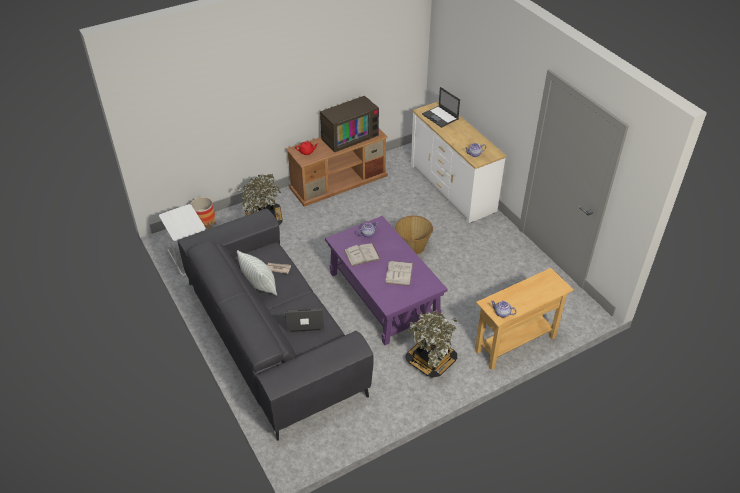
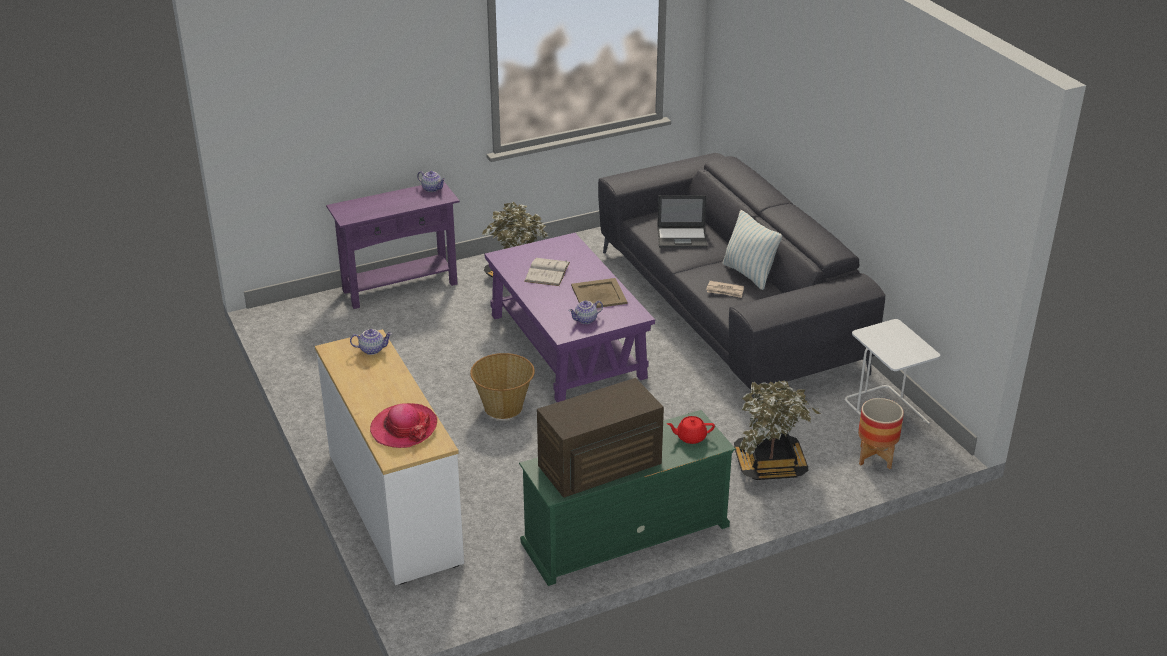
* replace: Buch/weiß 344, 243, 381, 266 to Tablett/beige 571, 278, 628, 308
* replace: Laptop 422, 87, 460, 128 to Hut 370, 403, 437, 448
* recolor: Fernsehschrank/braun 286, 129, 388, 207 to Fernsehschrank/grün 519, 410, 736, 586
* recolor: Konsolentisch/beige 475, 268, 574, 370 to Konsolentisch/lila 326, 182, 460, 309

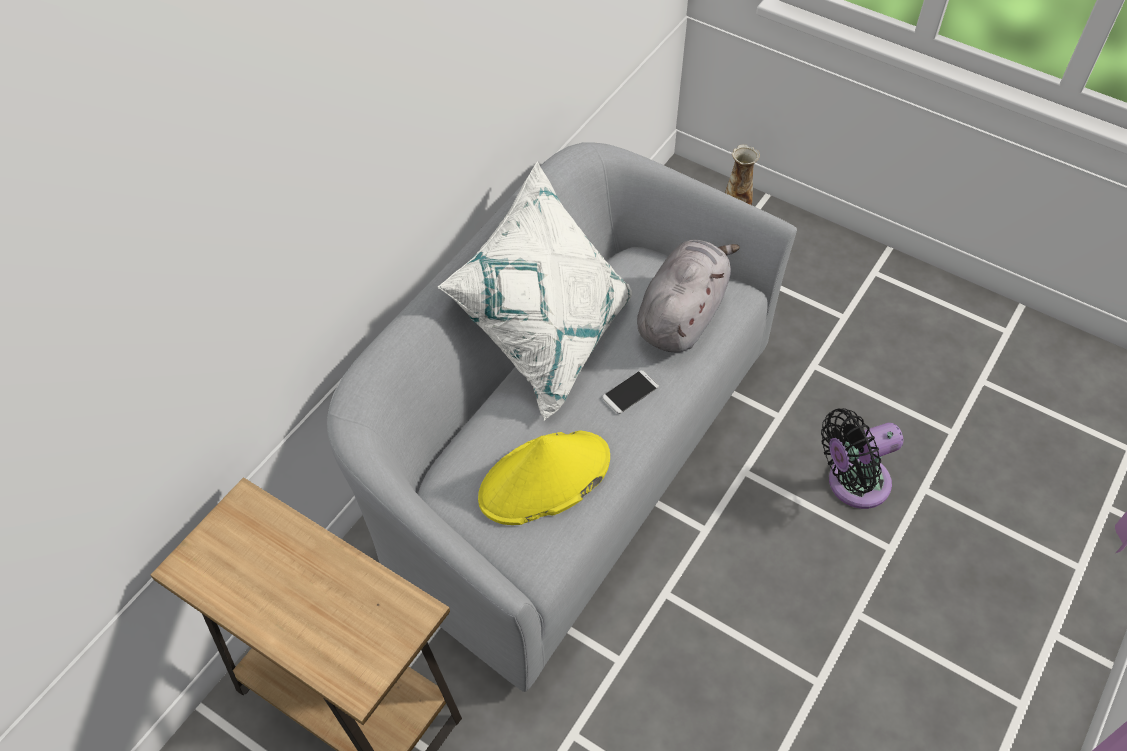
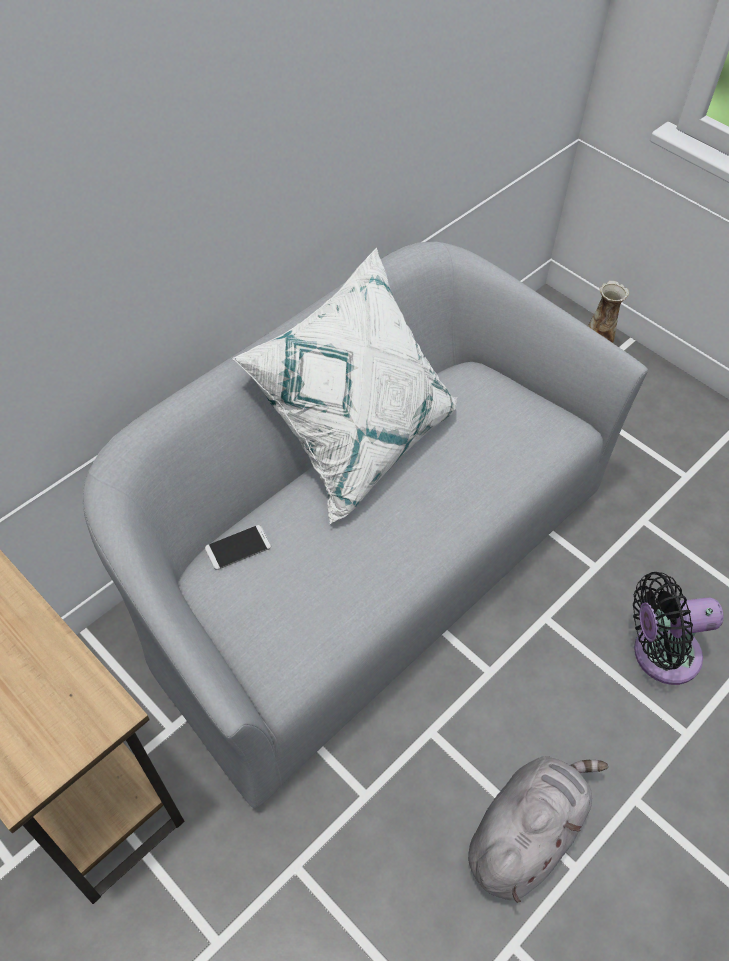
* delete: Hut/gelb 478, 431, 610, 525
* move: Handy 602, 370, 659, 414 to 205, 525, 271, 570
* move: Plüschtier/grau 637, 240, 740, 352 to 468, 756, 608, 903

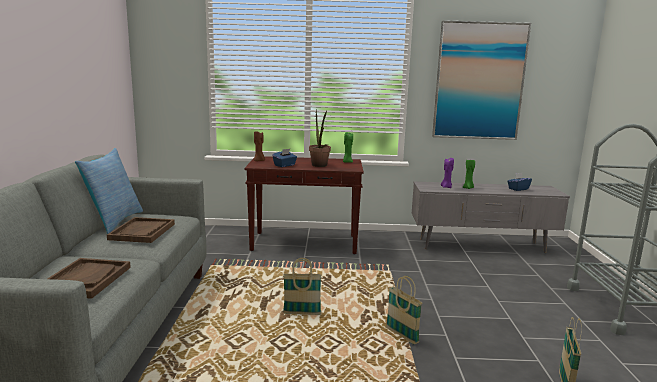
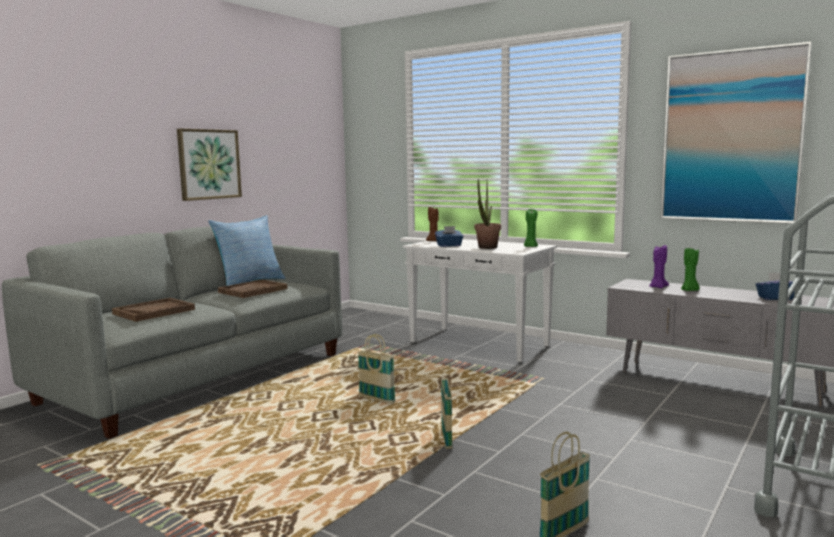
* insert: Bild 177, 129, 242, 201
* recolor: Konsolentisch/braun 245, 156, 364, 255 to Konsolentisch/weiß 403, 239, 557, 363

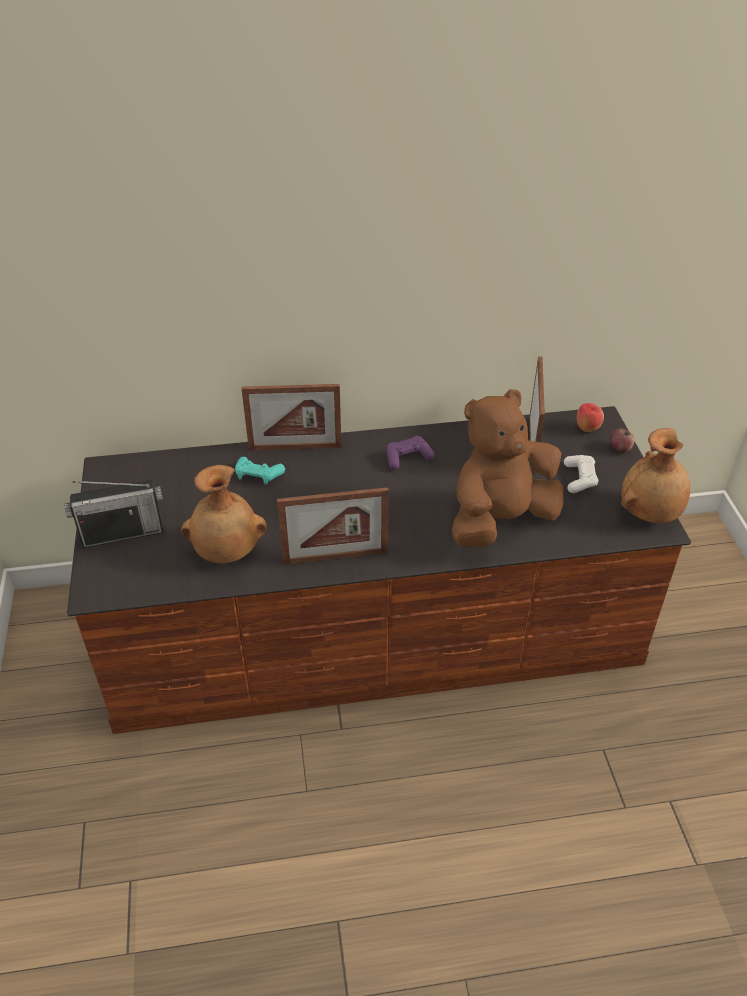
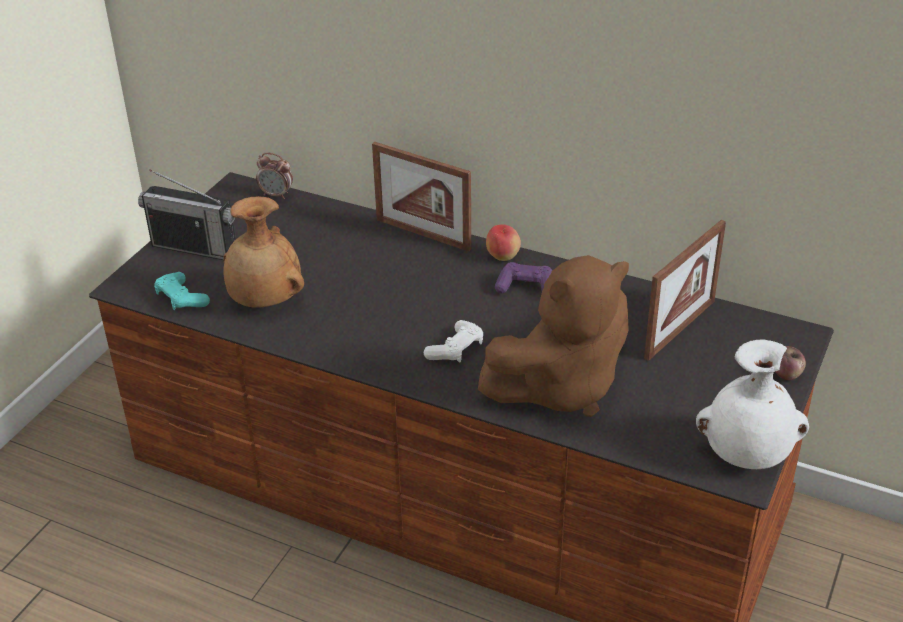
* delete: Bilderrahmen 277, 487, 389, 565
* insert: Wecker 256, 153, 293, 199
* move: Gamepad/türkis 235, 457, 285, 485 to 154, 272, 210, 310
* move: Gamepad/weiß 564, 455, 599, 493 to 424, 320, 483, 363
* move: Apfel 577, 403, 604, 432 to 486, 224, 521, 261
* recolor: Vase/braun 621, 428, 690, 523 to Vase/weiß 696, 339, 809, 469
* rotate: Plüschtier/braun 452, 389, 563, 547 = 478, 255, 629, 417 150 degrees clockwise

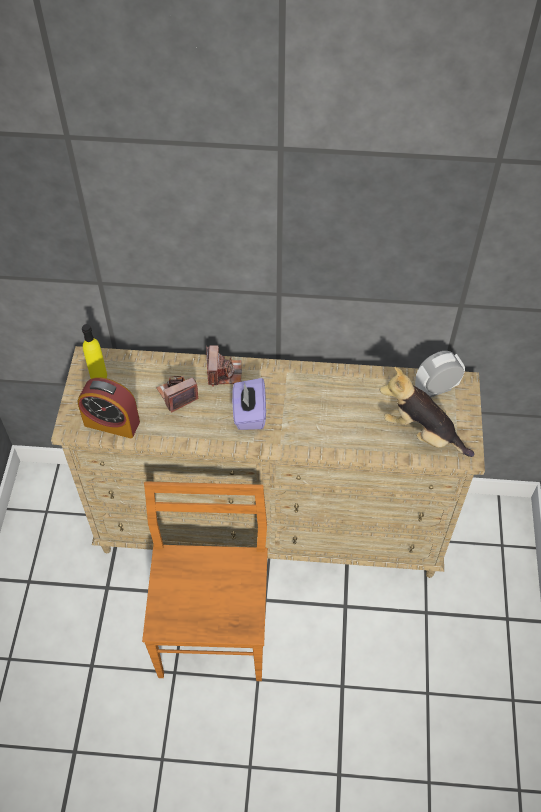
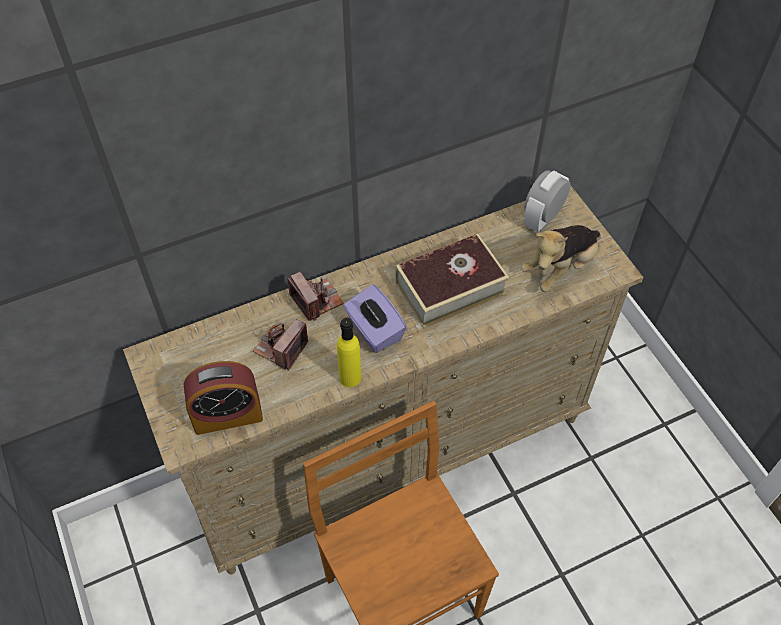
* insert: Buch 395, 234, 509, 329
* move: Flasche/gelb 82, 324, 107, 379 to 337, 318, 361, 387
* rotate: Plüschtier 380, 367, 474, 457 = 521, 225, 600, 292 45 degrees counterclockwise

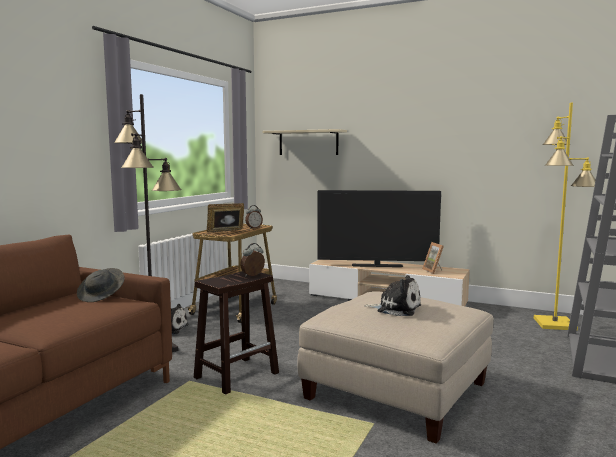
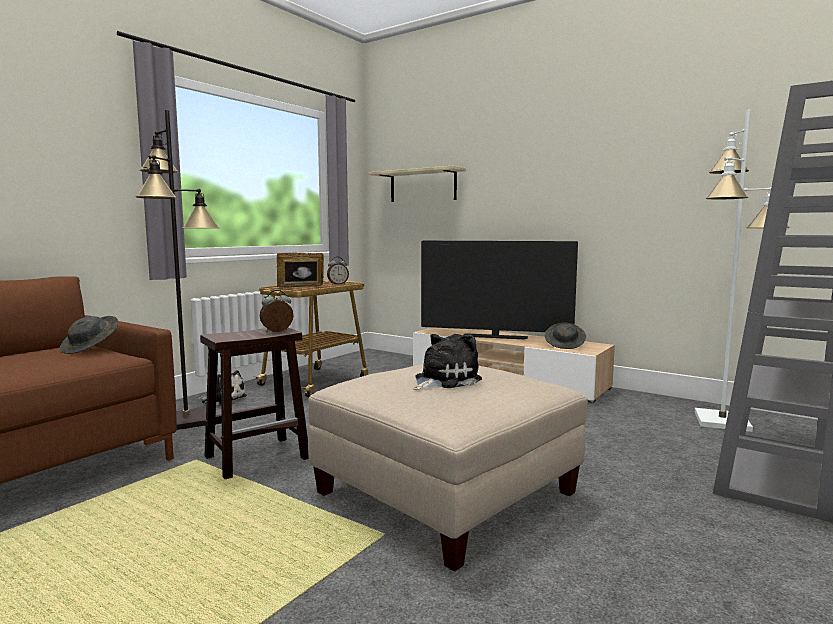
* replace: Bilderrahmen 422, 242, 444, 274 to Hut/grau 545, 323, 586, 349
* recolor: Stehlampe/gelb 534, 103, 595, 331 to Stehlampe/weiß 695, 109, 790, 432
* rotate: Plüschtier 364, 275, 421, 316 = 414, 334, 482, 390 75 degrees counterclockwise

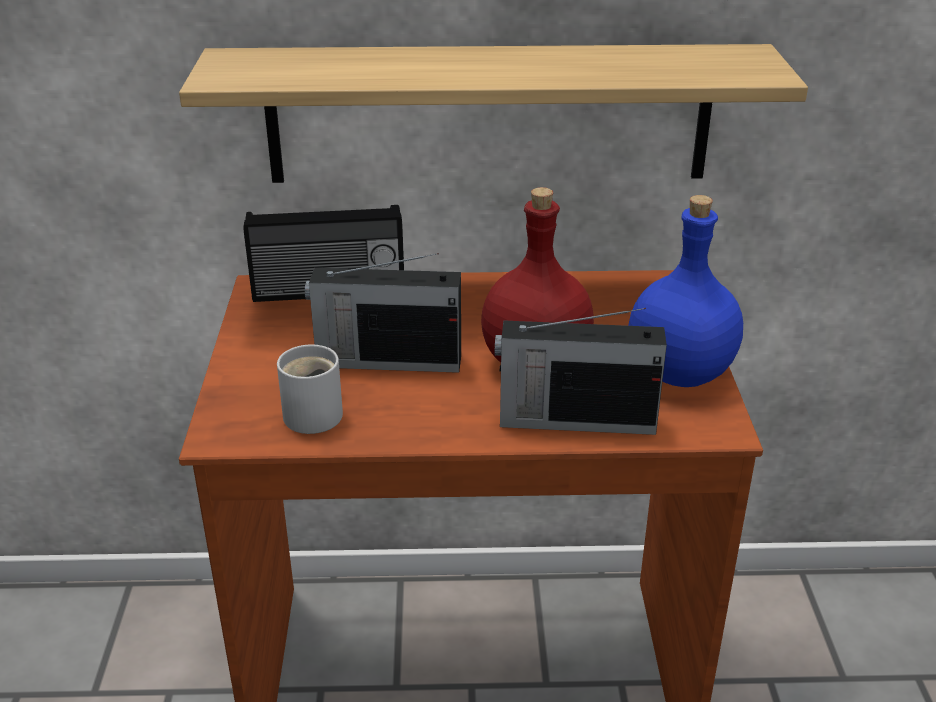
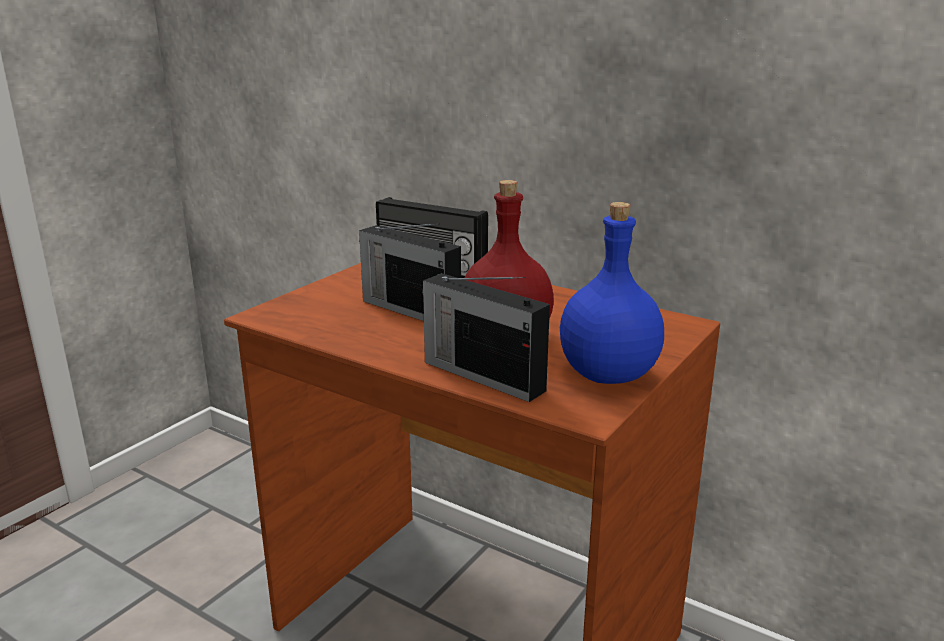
* delete: Wandregal 179, 44, 808, 183
* delete: Henkelbecher/weiß 277, 345, 343, 434

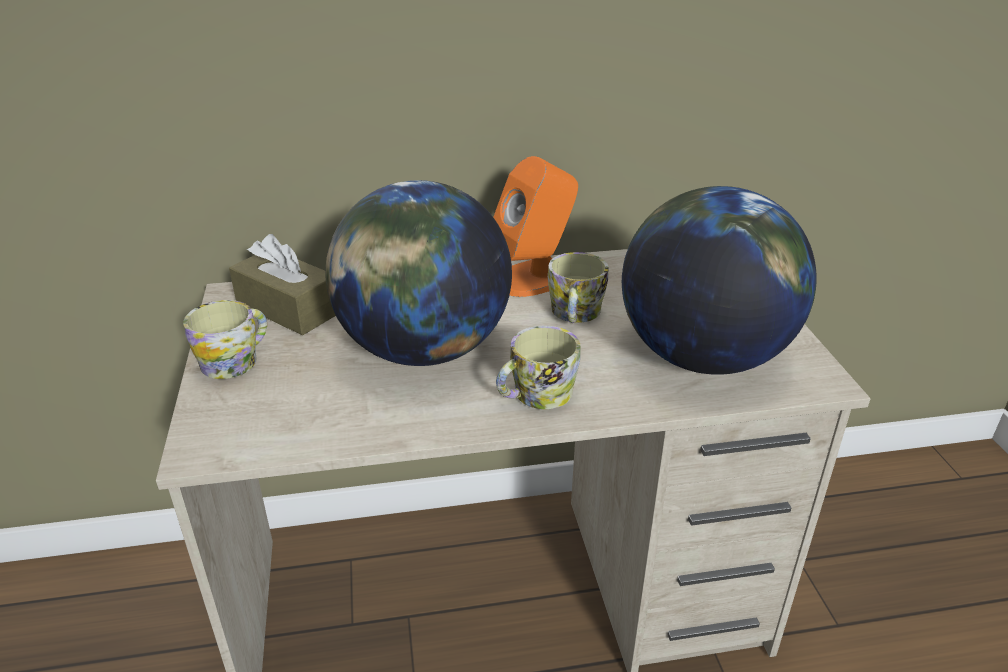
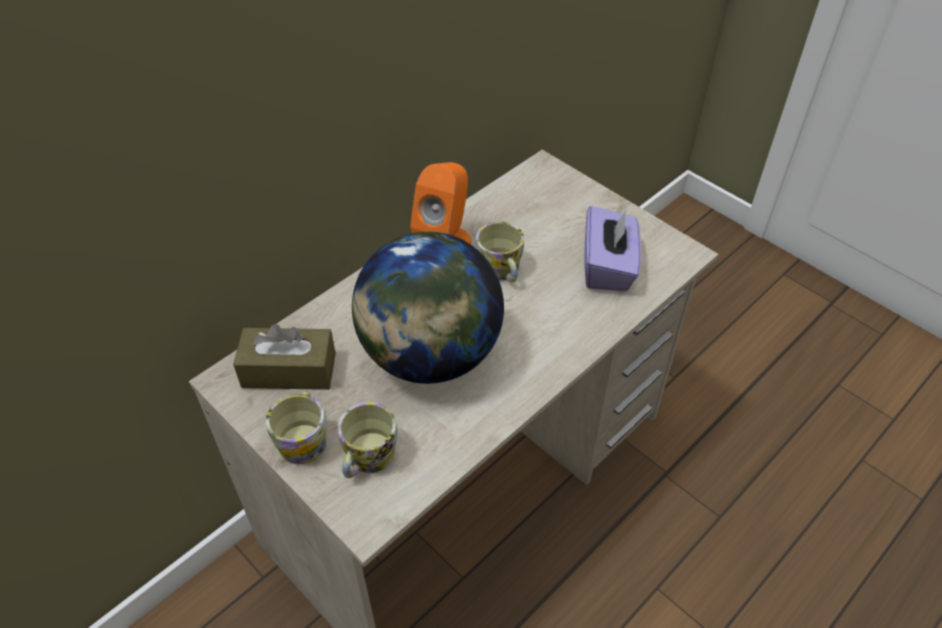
* move: Henkelbecher 496, 326, 581, 409 to 338, 402, 397, 478
* replace: Globus 622, 186, 817, 375 to Taschentuchbox/lila 584, 206, 641, 291

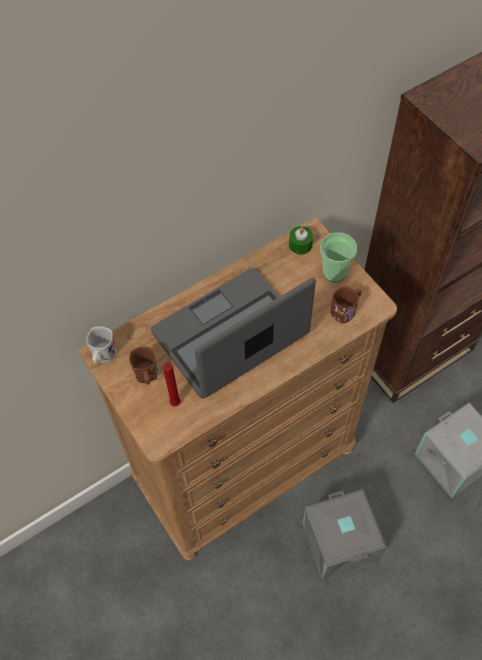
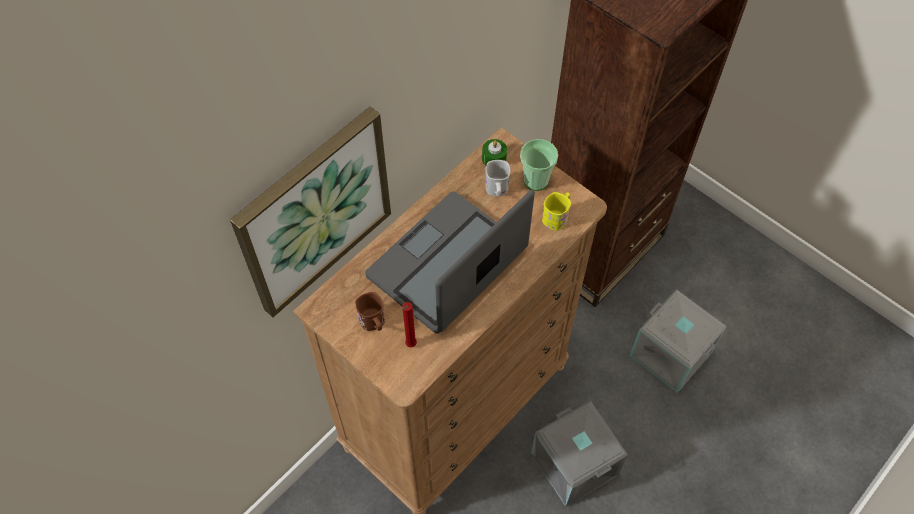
* insert: Bild 230, 106, 391, 317
* move: Henkelbecher/weiß 86, 326, 117, 364 to 485, 160, 511, 196
* recolor: Henkelbecher/braun 330, 286, 362, 324 to Henkelbecher/gelb 542, 192, 571, 231

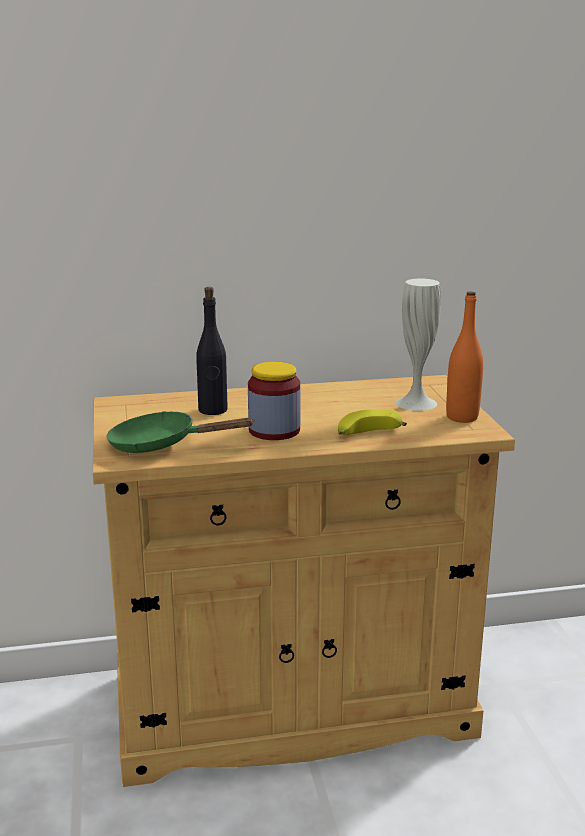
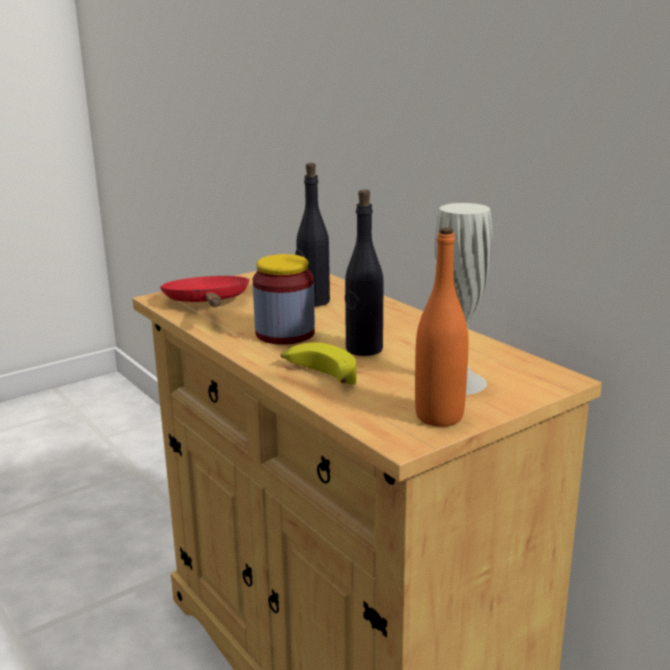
* insert: Flasche/schwarz 345, 189, 384, 356
* recolor: Pfanne/grün 106, 411, 255, 453 to Pfanne/rot 160, 276, 250, 307

